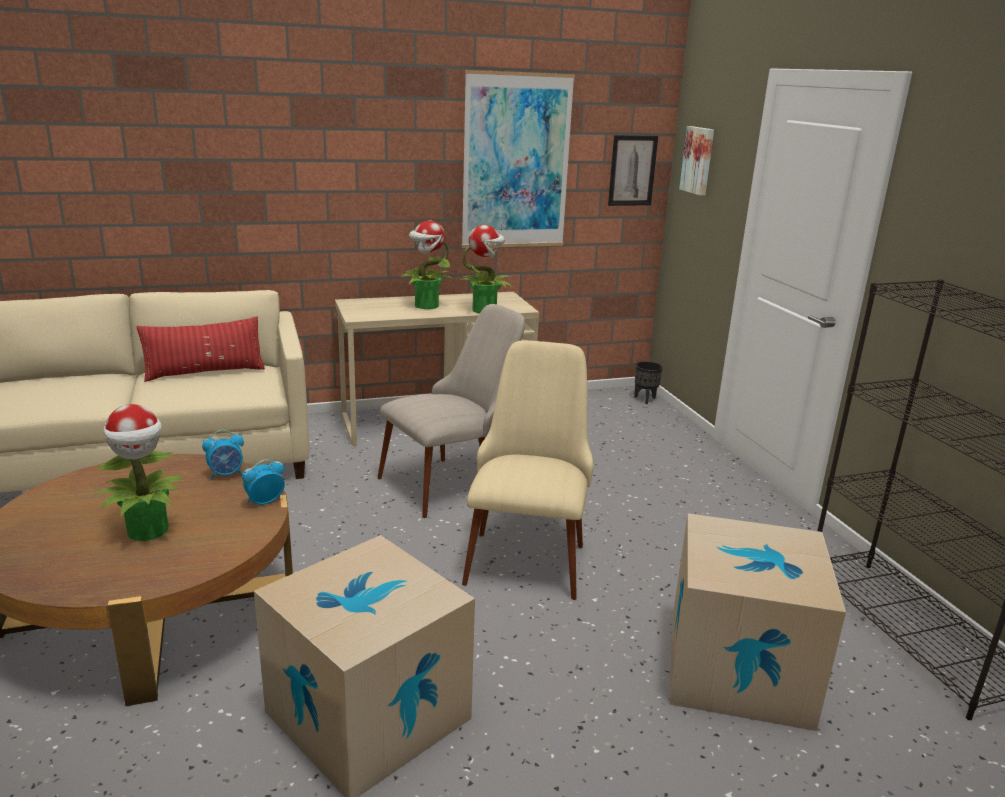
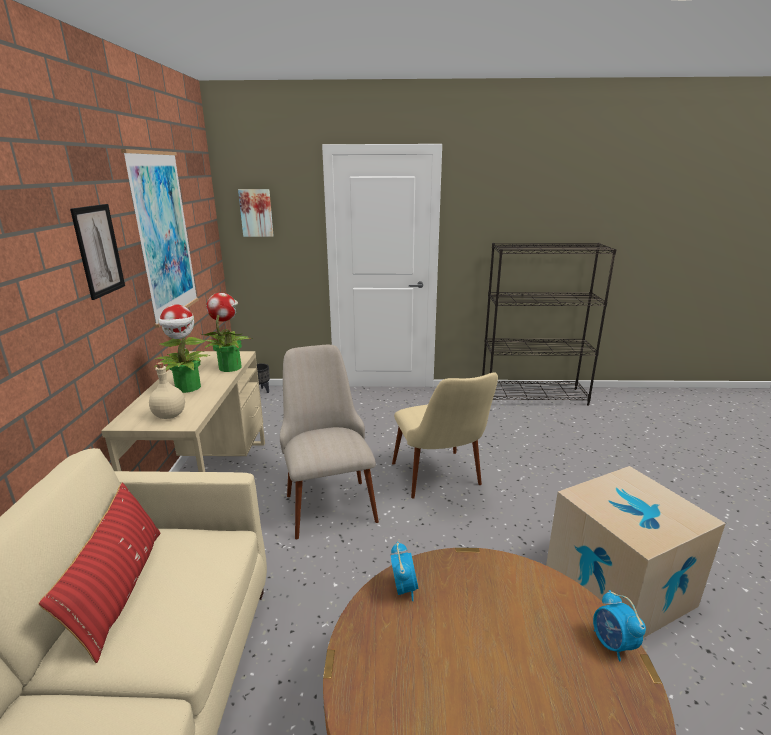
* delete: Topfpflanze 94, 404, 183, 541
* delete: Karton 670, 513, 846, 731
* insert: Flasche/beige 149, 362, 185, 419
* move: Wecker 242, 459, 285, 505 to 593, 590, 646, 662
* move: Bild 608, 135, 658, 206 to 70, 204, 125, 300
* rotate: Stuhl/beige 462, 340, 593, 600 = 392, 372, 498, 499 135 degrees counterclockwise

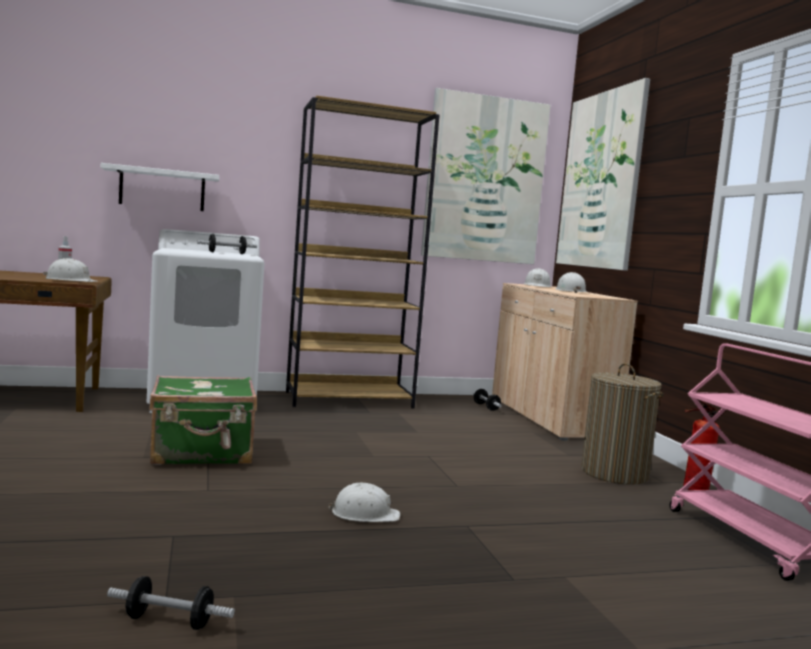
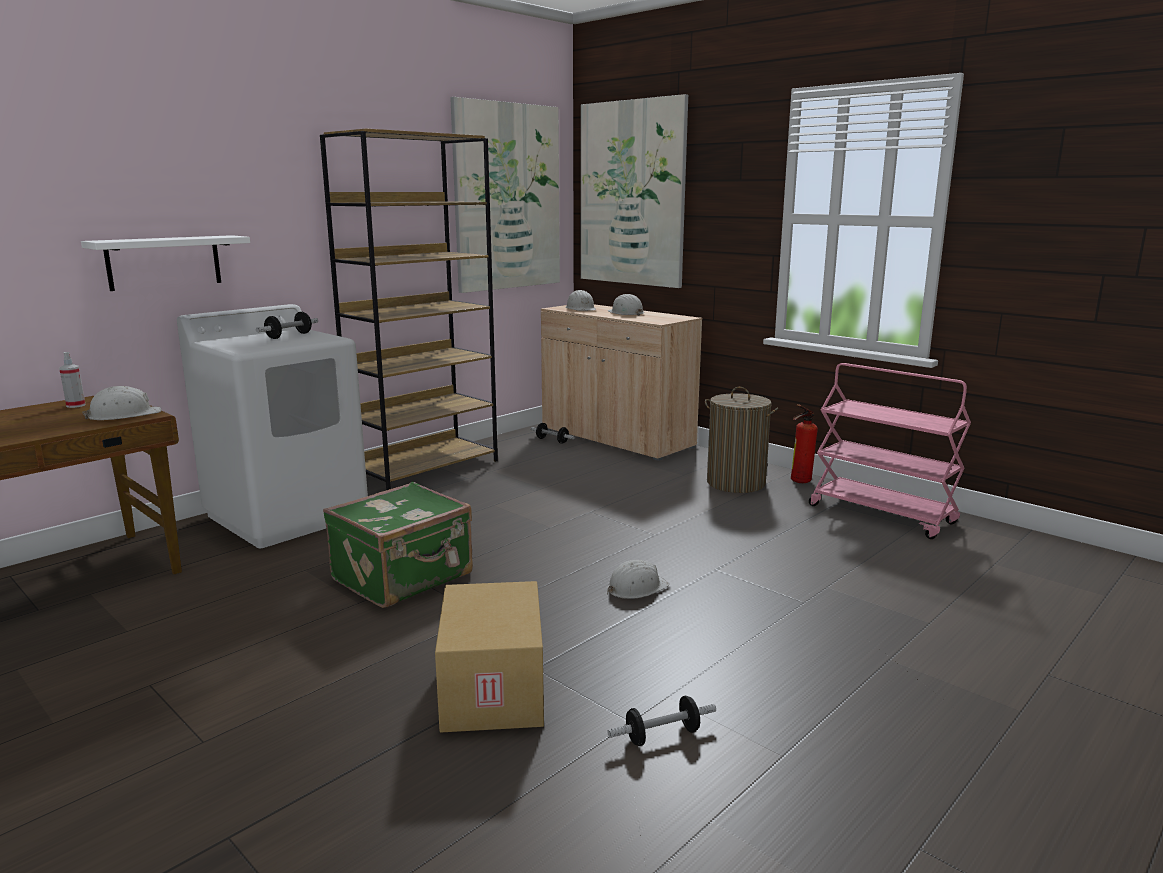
* insert: Karton 435, 581, 544, 732

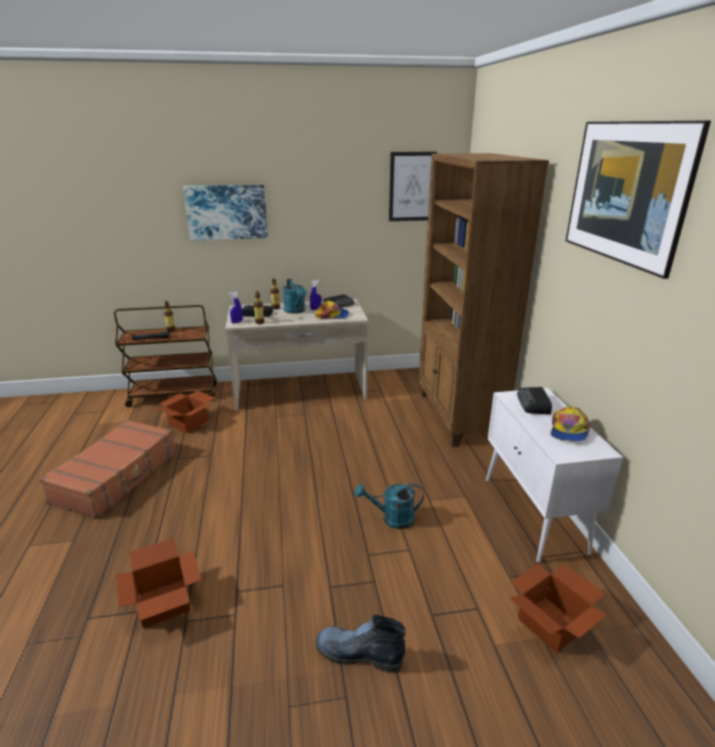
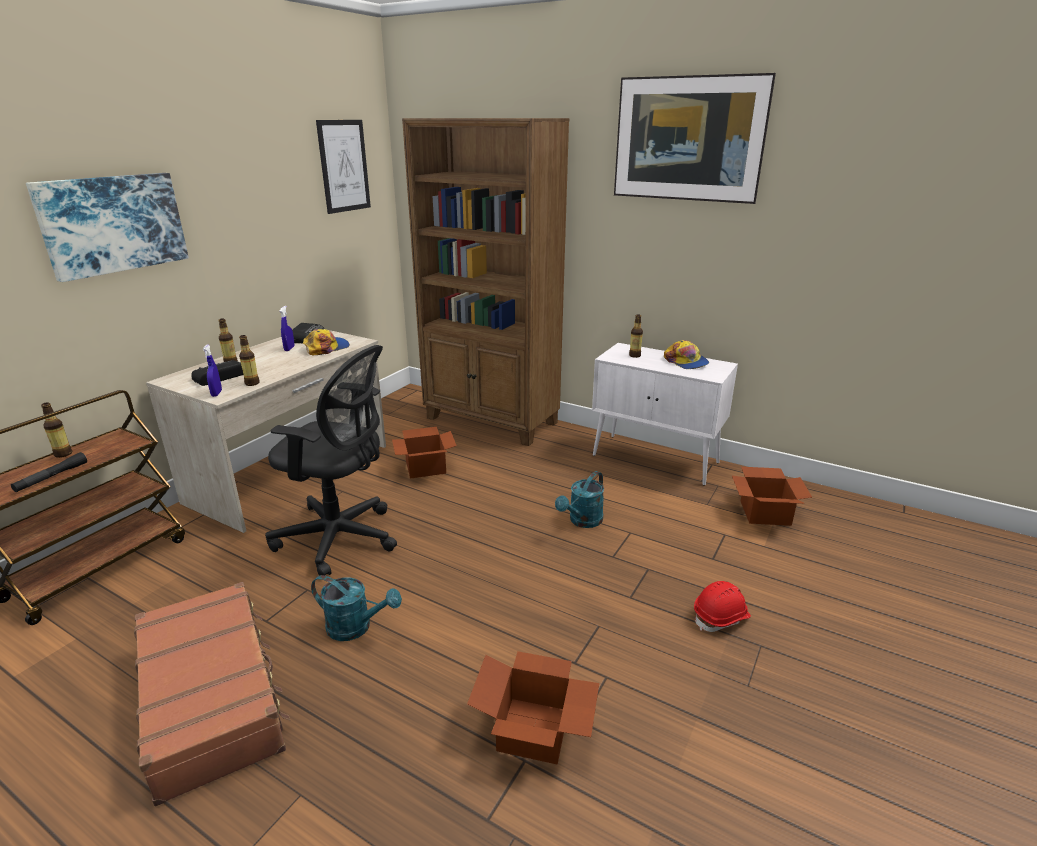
* insert: Bürostuhl/schwarz 265, 345, 397, 575
* move: Karton 154, 391, 215, 433 to 392, 427, 457, 479
* move: Gießkanne/türkis 283, 279, 307, 314 to 311, 575, 402, 641
* replace: Stiefel 315, 615, 405, 673 to Schutzhelm/rot 694, 581, 751, 632
* replace: Radio 517, 387, 552, 414 to Flasche 629, 314, 643, 358

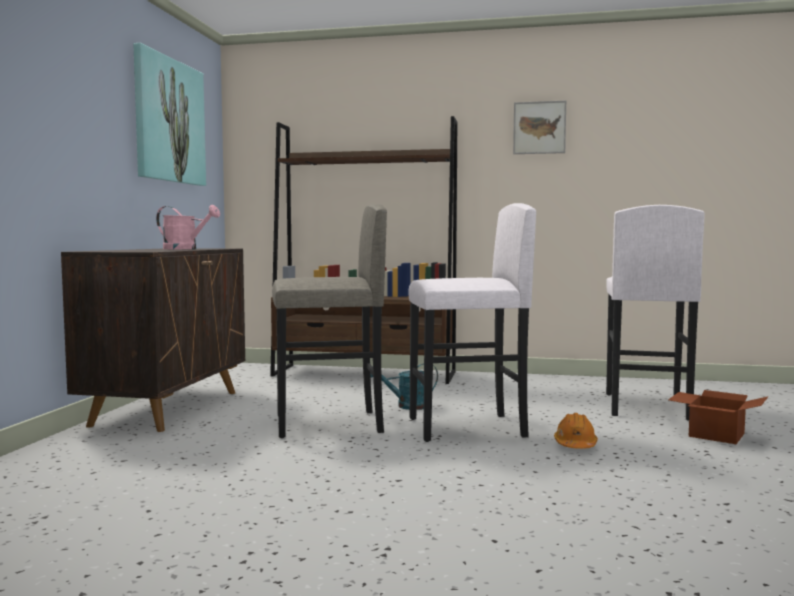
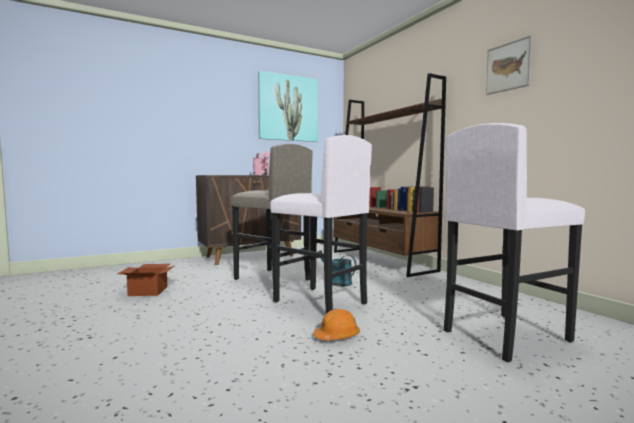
* move: Karton 668, 390, 768, 444 to 117, 264, 176, 296

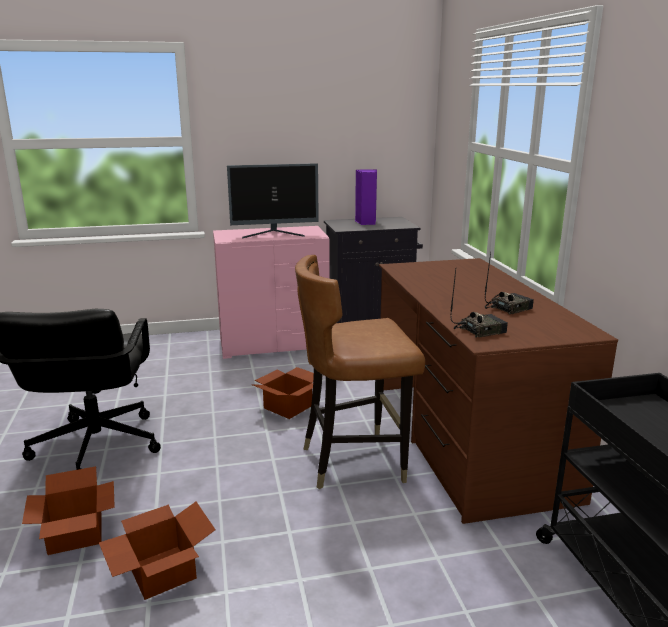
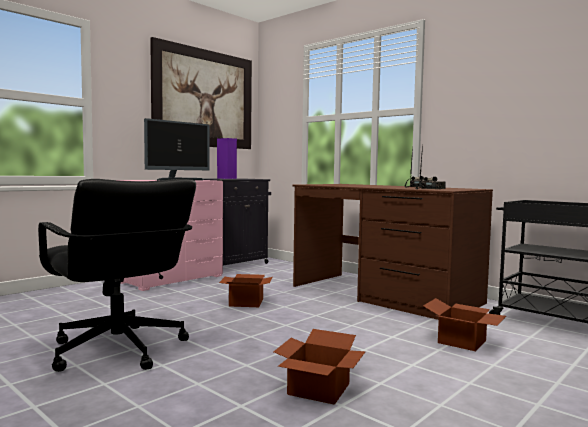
* delete: Stuhl/braun 295, 255, 425, 489
* insert: Bild 150, 37, 252, 149
* move: Karton 22, 466, 115, 555 to 423, 298, 506, 351

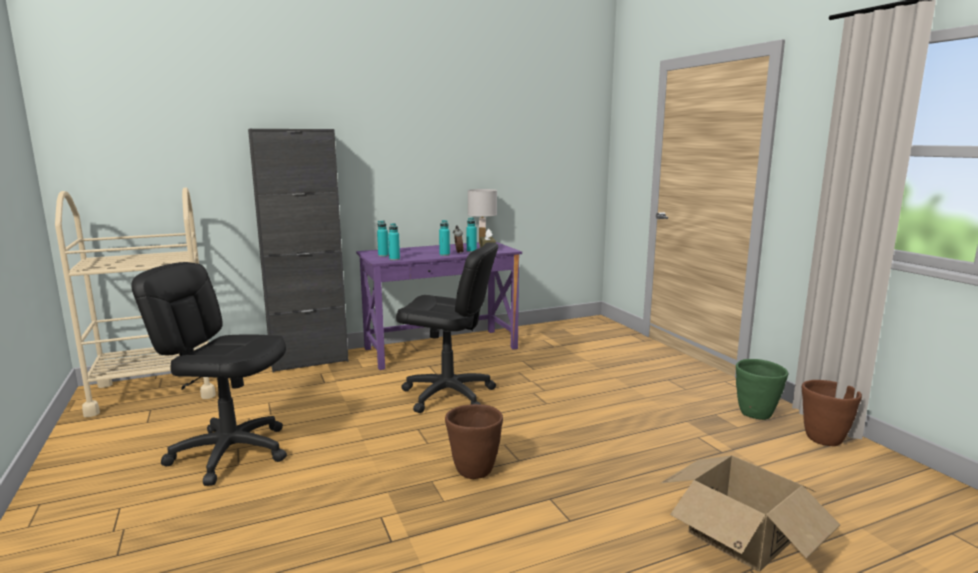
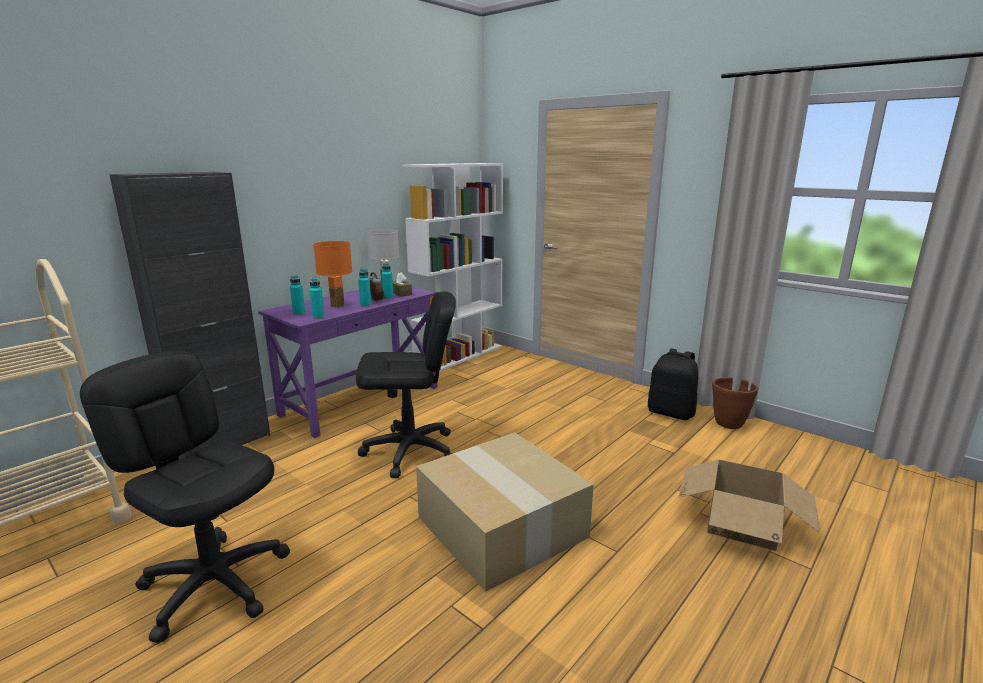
* insert: Tischlampe/orange 313, 241, 352, 308
* insert: Bücherregal/weiß 403, 163, 503, 371
* replace: Pflanzkübel/braun 445, 404, 503, 479 to Karton 416, 432, 594, 592
* replace: Pflanzkübel/grün 736, 359, 788, 420 to Rucksack/schwarz 648, 349, 698, 420
* rotate: Bürostuhl/schwarz 131, 262, 287, 486 = 80, 351, 290, 643 45 degrees clockwise

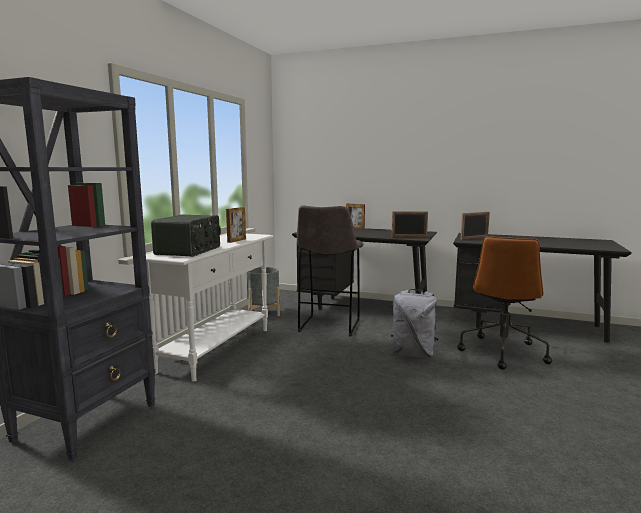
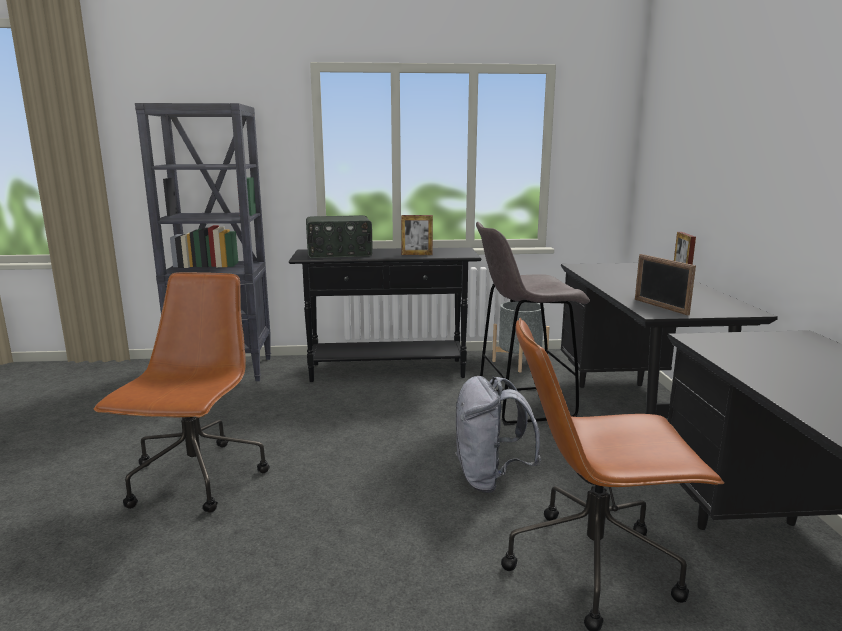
* delete: Bilderrahmen 460, 212, 490, 240
* insert: Bürostuhl/braun 94, 272, 270, 513
* recolor: Konsolentisch/weiß 146, 234, 274, 382 to Konsolentisch/schwarz 289, 247, 481, 382

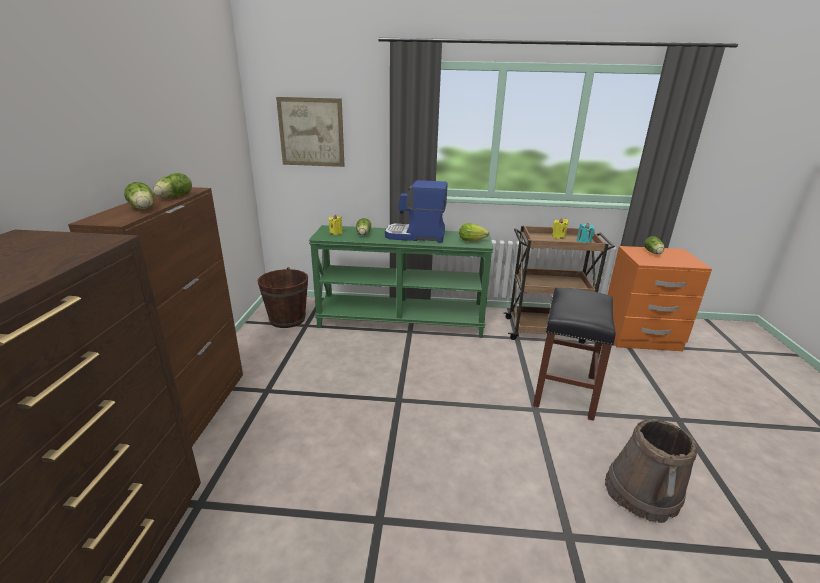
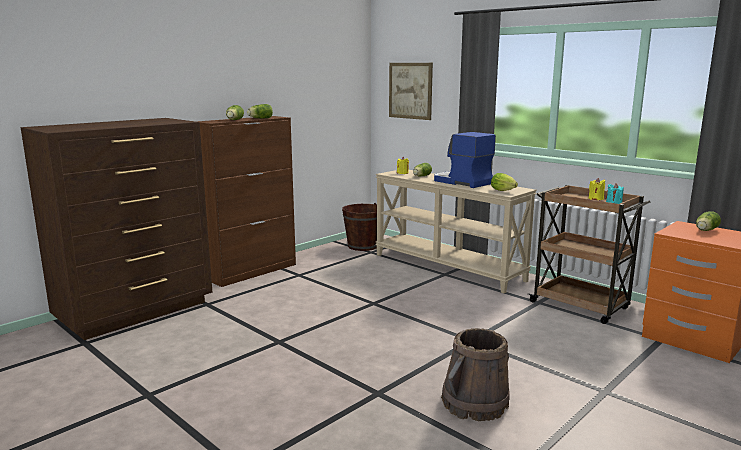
* delete: Hocker/schwarz 533, 287, 616, 421
* recolor: Konsolentisch/grün 309, 225, 493, 338 to Konsolentisch/beige 376, 170, 537, 294

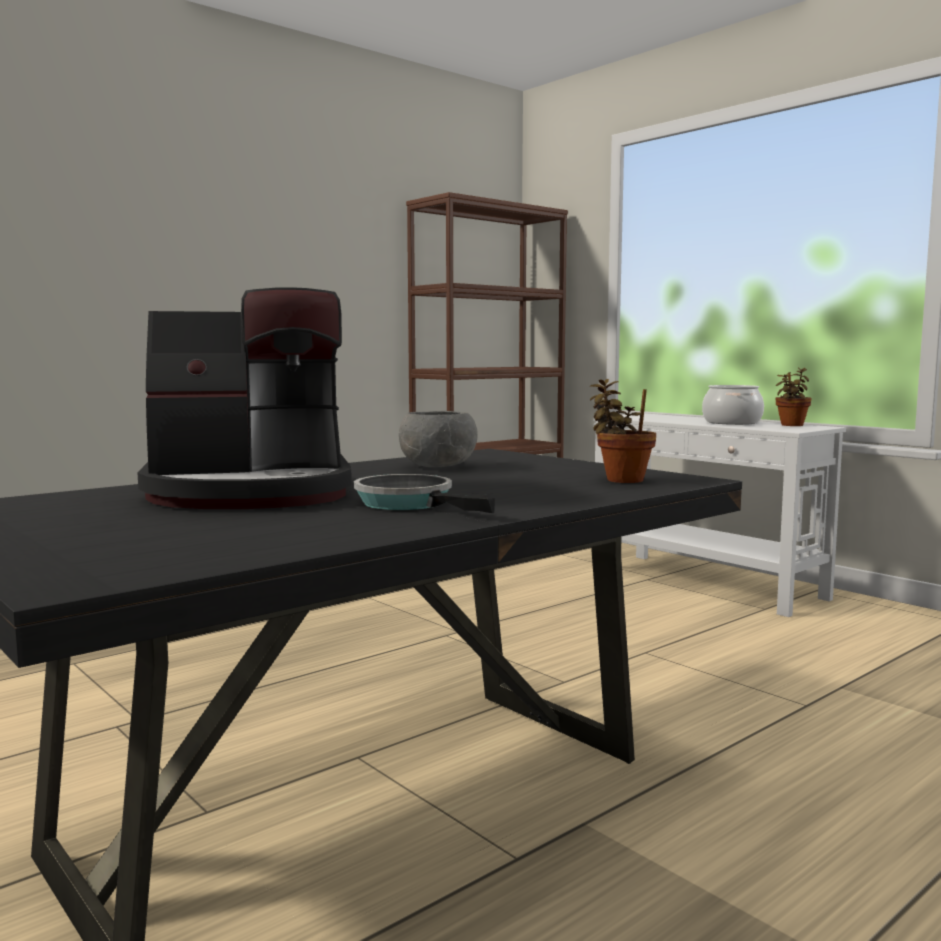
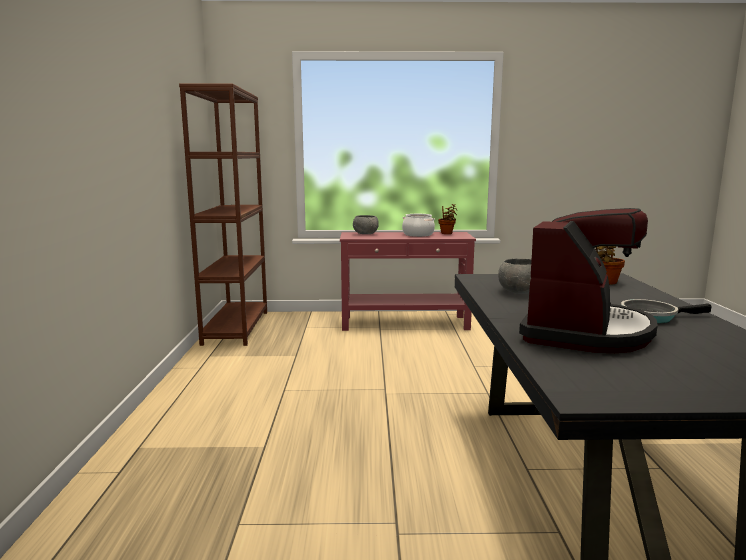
* insert: Schüssel/grau 353, 215, 379, 234
* recolor: Konsolentisch/weiß 593, 413, 846, 617 to Konsolentisch/rot 340, 232, 476, 331

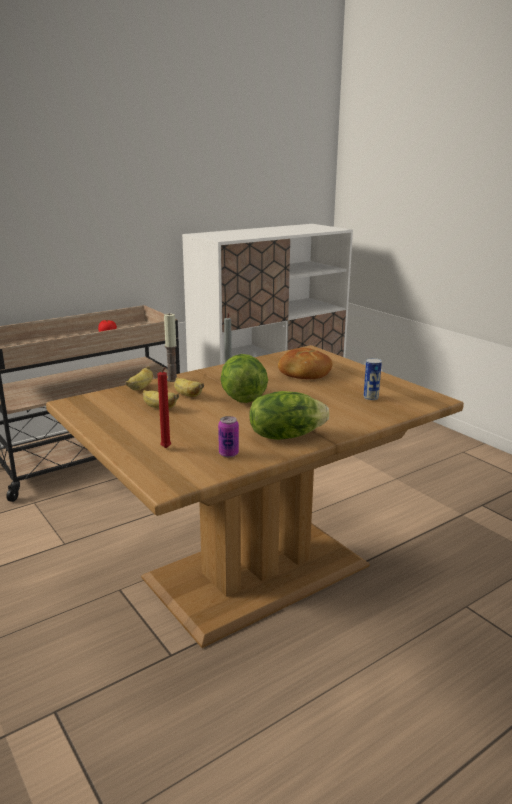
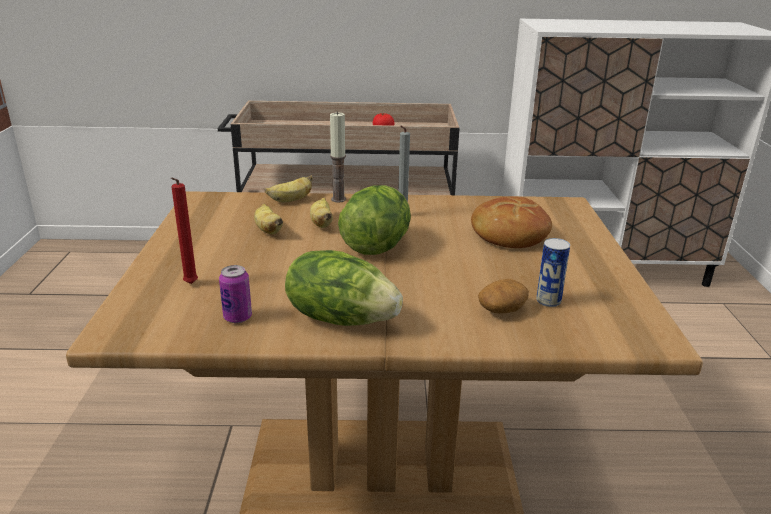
* insert: Kartoffel 478, 279, 529, 314

